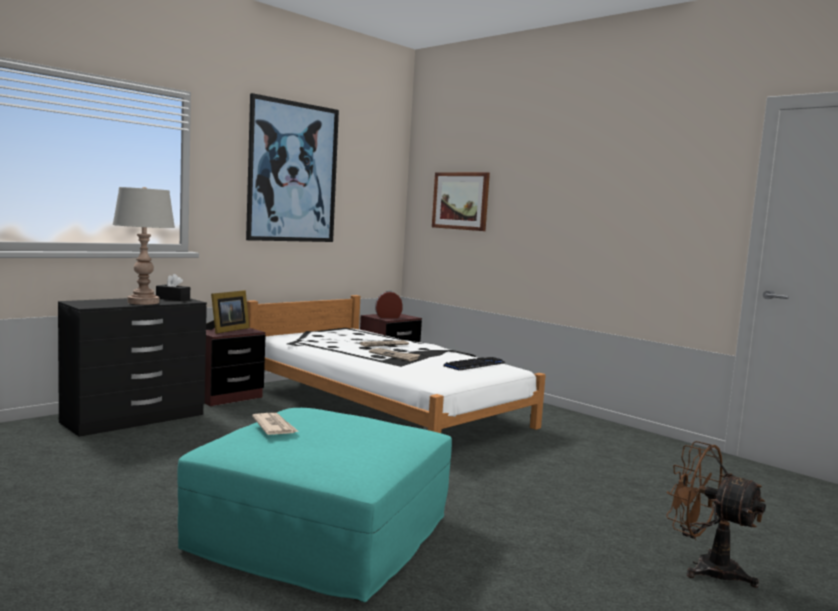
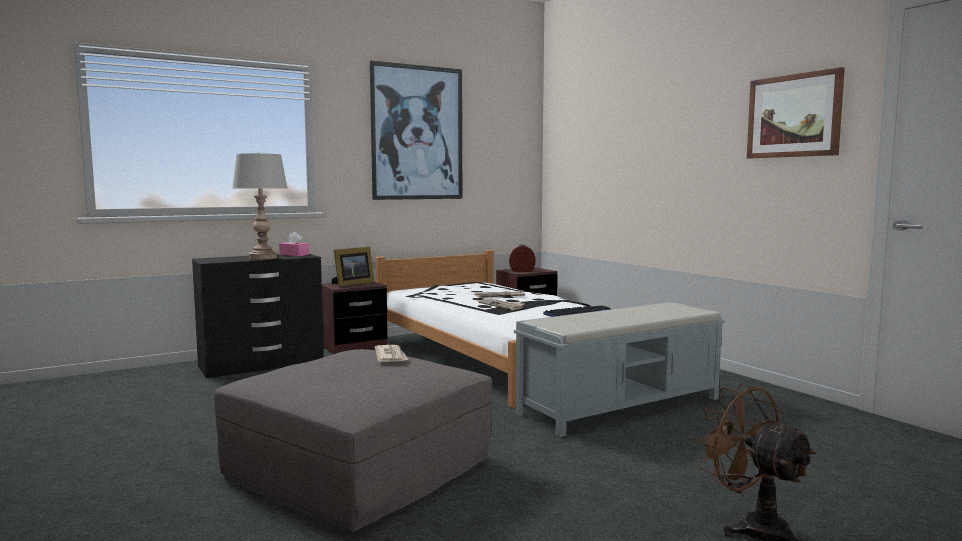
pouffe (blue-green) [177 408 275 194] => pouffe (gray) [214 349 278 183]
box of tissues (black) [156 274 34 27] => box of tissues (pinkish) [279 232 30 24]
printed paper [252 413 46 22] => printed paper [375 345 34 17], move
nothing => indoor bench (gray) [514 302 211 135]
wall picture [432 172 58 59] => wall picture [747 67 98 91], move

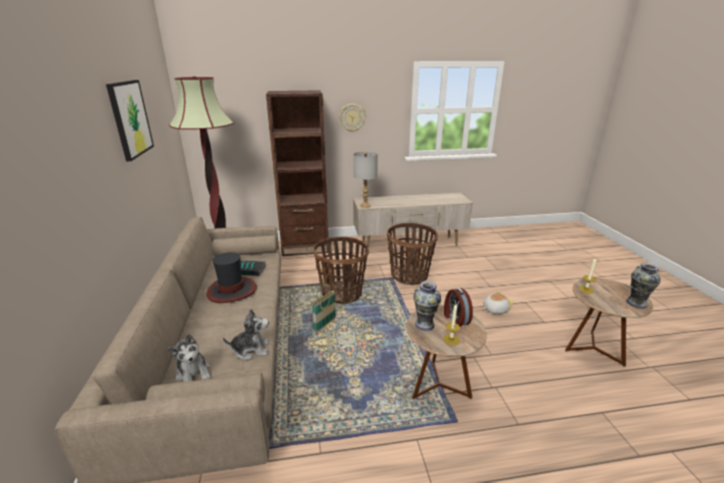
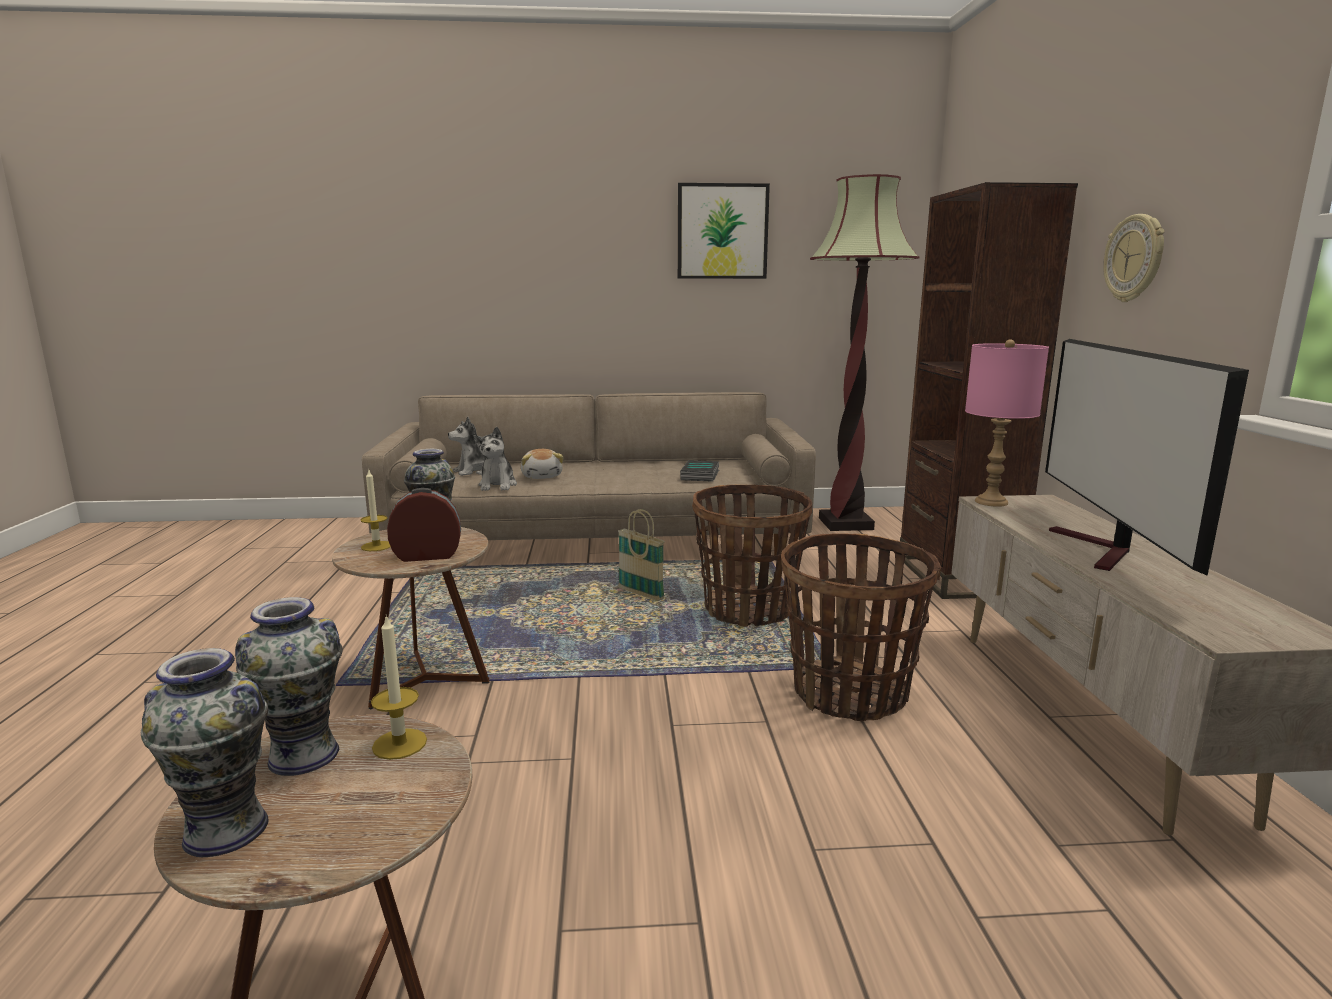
nothing => flower vase [235 597 108 179]
cuddly toy [483 290 31 24] => cuddly toy [521 449 43 30], move
tabletop lamp (gray) [354 151 24 57] => tabletop lamp (pinkish) [965 339 84 168]
nothing => television [1045 339 204 237]
wearable hat [206 252 51 51] => nothing

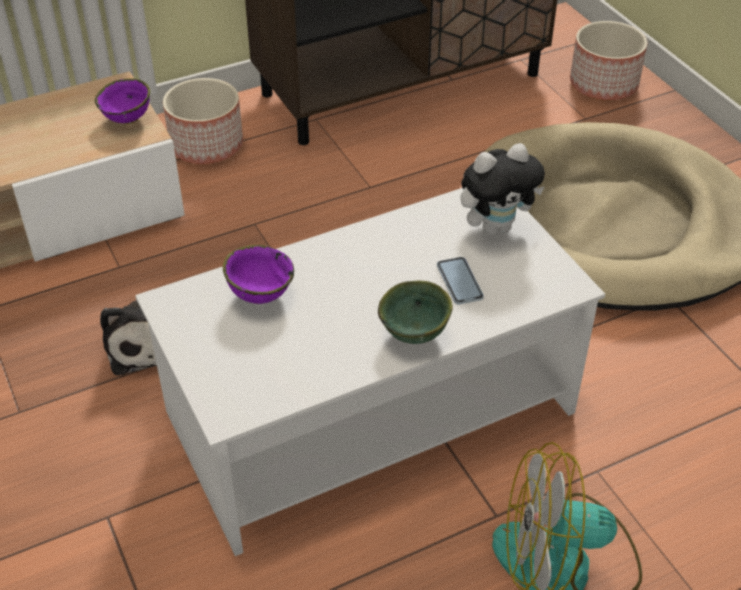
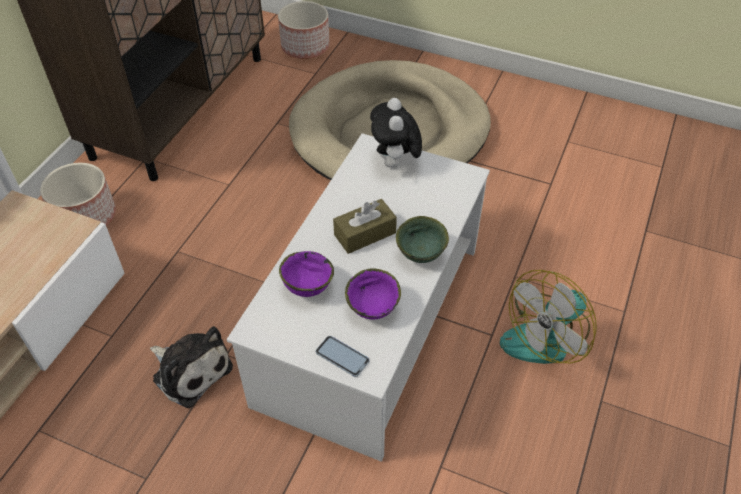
handset [437 257 47 48] => handset [316 336 53 41], move
nothing => box of tissues (brown-coloured) [333 199 64 55]
serving bowl (purplish) [95 79 55 45] => serving bowl (purplish) [345 268 56 51], move
cuddly toy [460 143 85 92] => cuddly toy [370 98 52 70], 150 degrees clockwise

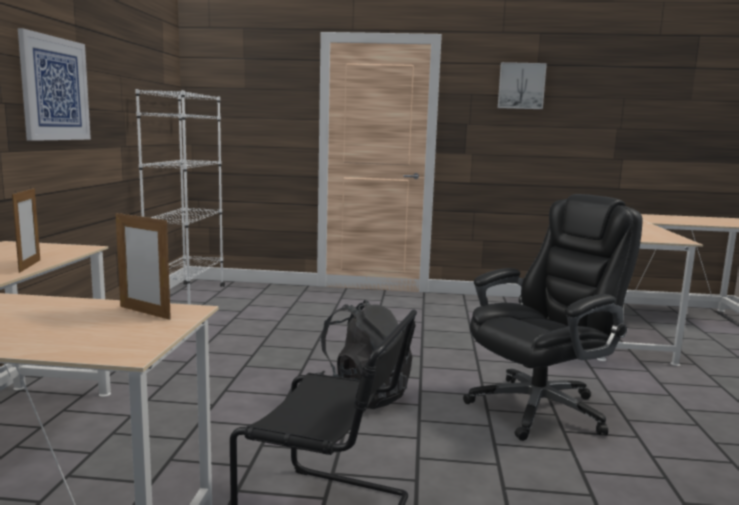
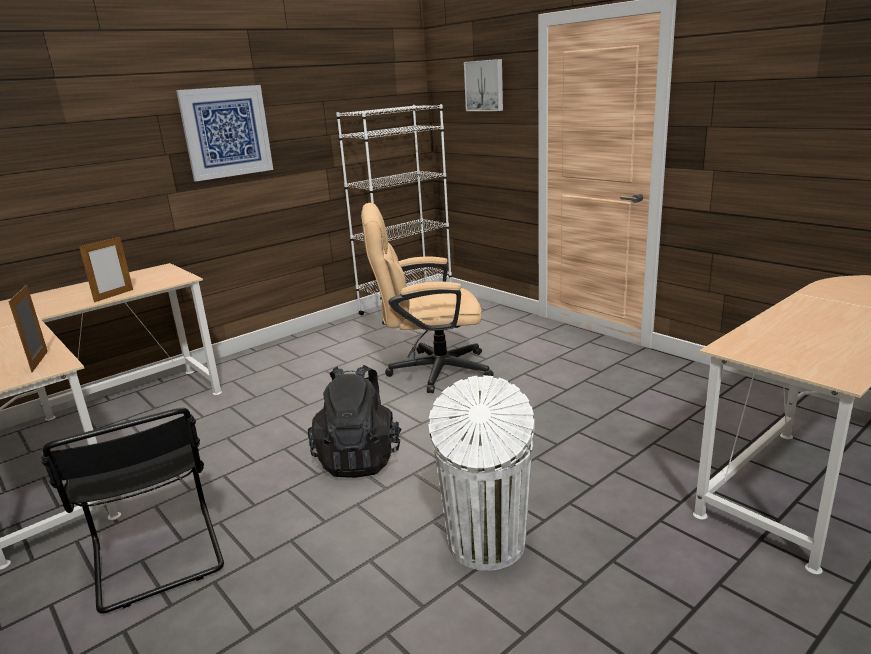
nothing => office chair (sand-coloured) [361 203 133 190]
office chair (black) [463 194 180 247] => waste bin (whitish) [428 375 107 196]
wall picture [498 62 49 47] => wall picture [464 59 39 52], move

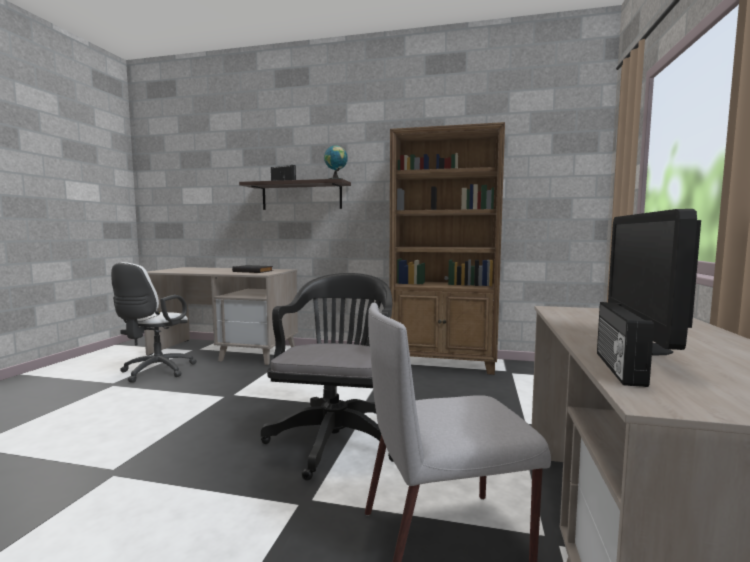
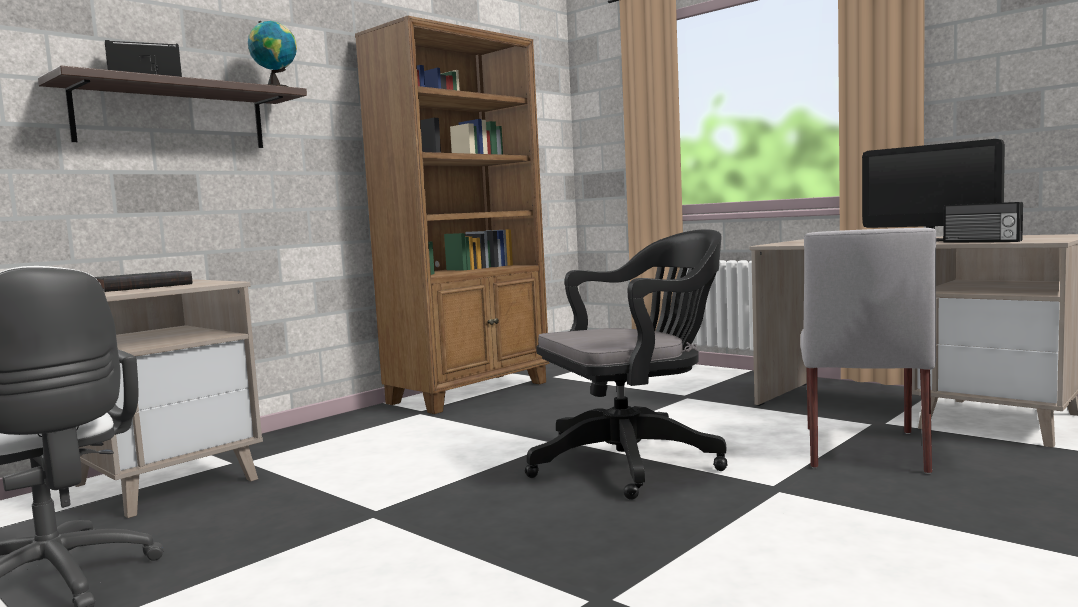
office chair (black) [261 273 133 208] => office chair (black) [525 230 203 270], 120 degrees clockwise

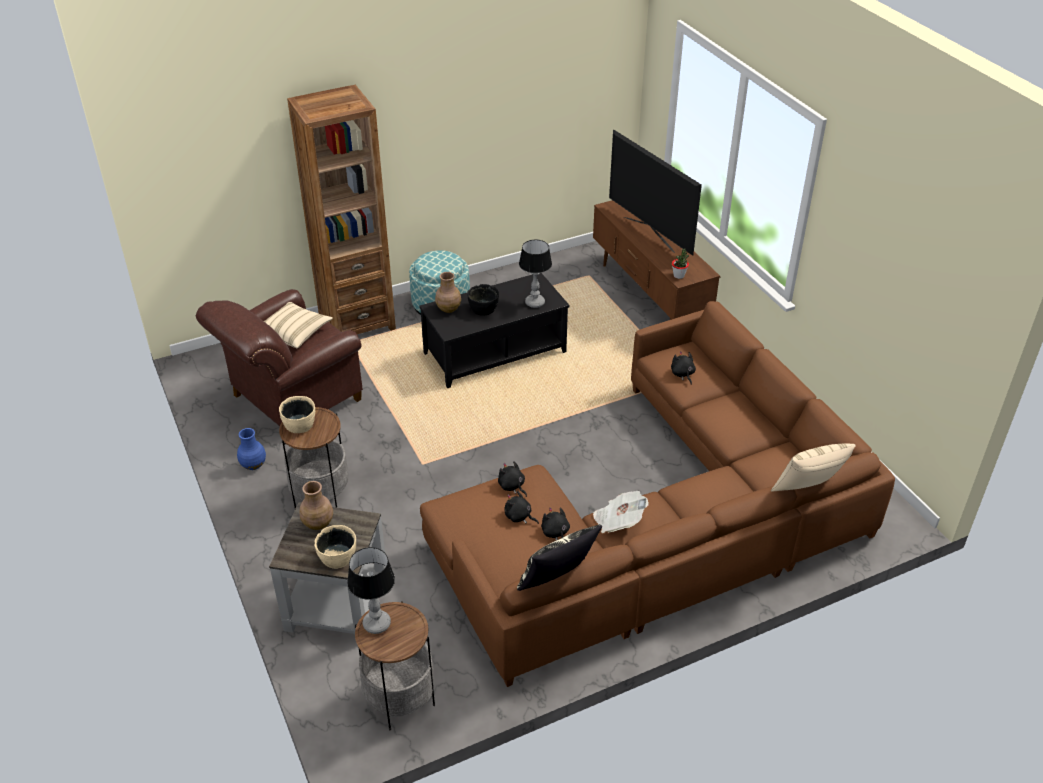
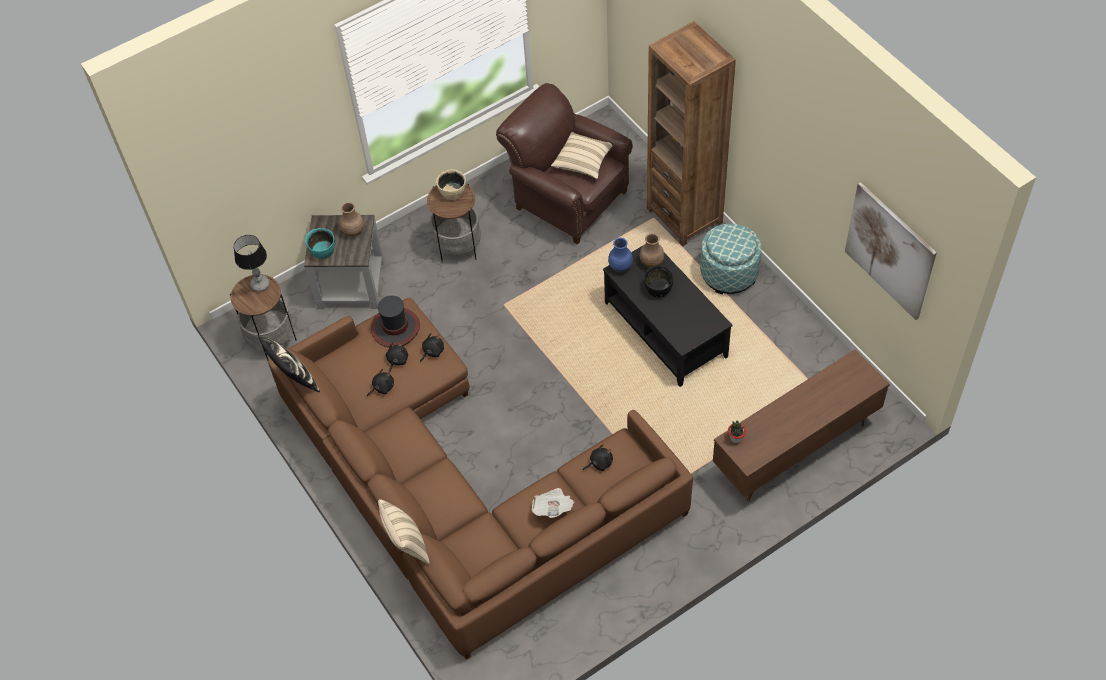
serving bowl (sand-coloured) [314 525 42 44] => serving bowl (blue-green) [305 228 30 31]
nothing => wearable hat [371 296 49 51]
printed paper [593 491 56 42] => printed paper [531 488 43 30], move
flower vase (blue-coloured) [237 428 29 42] => flower vase (blue-coloured) [608 238 25 34], move
nothing => wall picture [845 182 92 138]
tabletop lamp [519 239 33 69] => nothing
television [609 129 93 127] => nothing

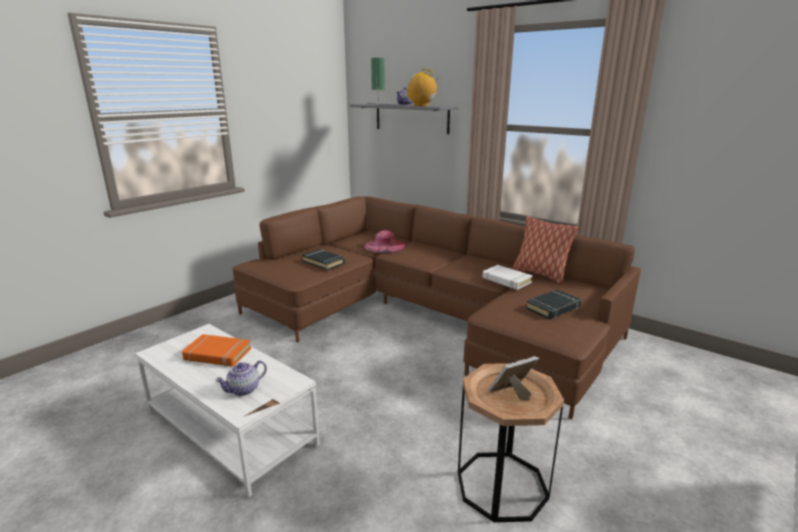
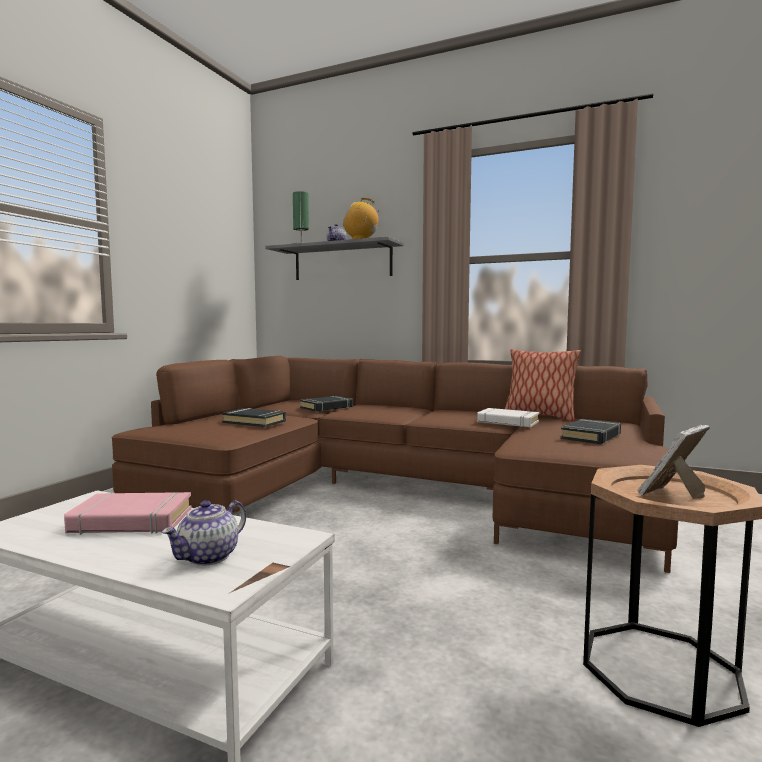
bound book (orange) [182 334 69 33] => bound book (pinkish) [64 492 128 43]
wearable hat (pinkish) [364 230 43 23] => bound book (black) [300 396 53 15]

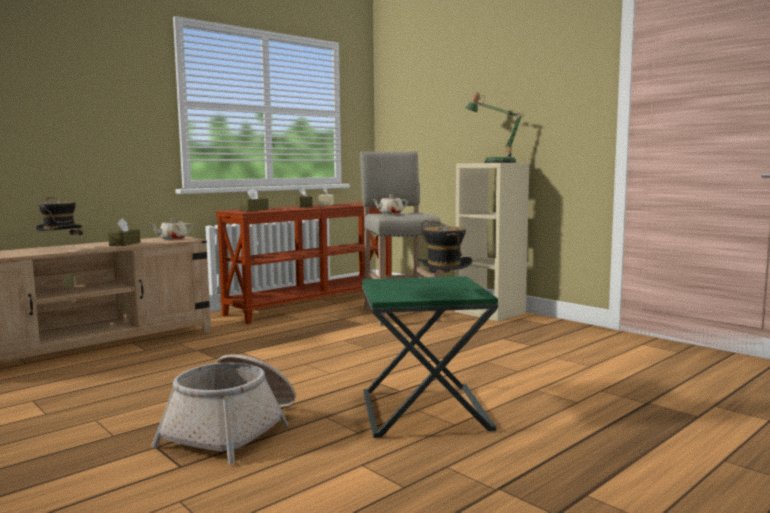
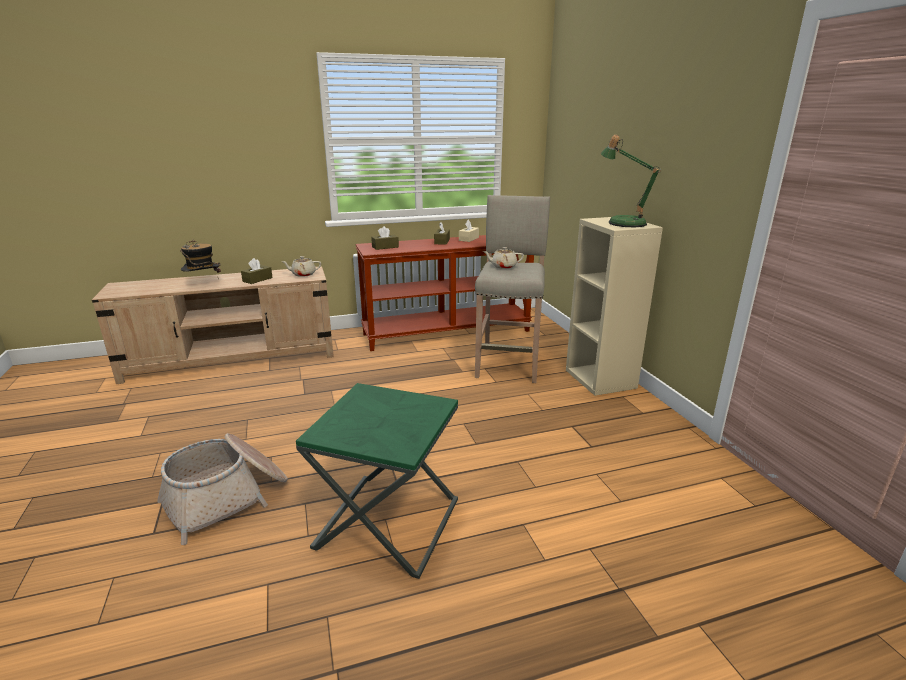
wearable hat [417 220 56 69] => nothing

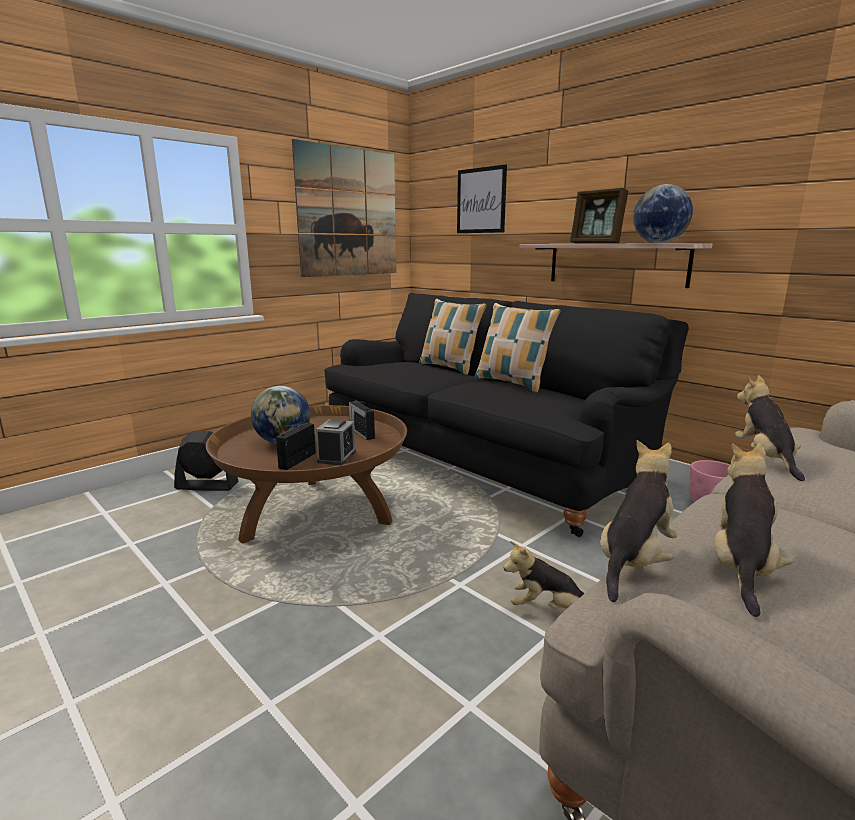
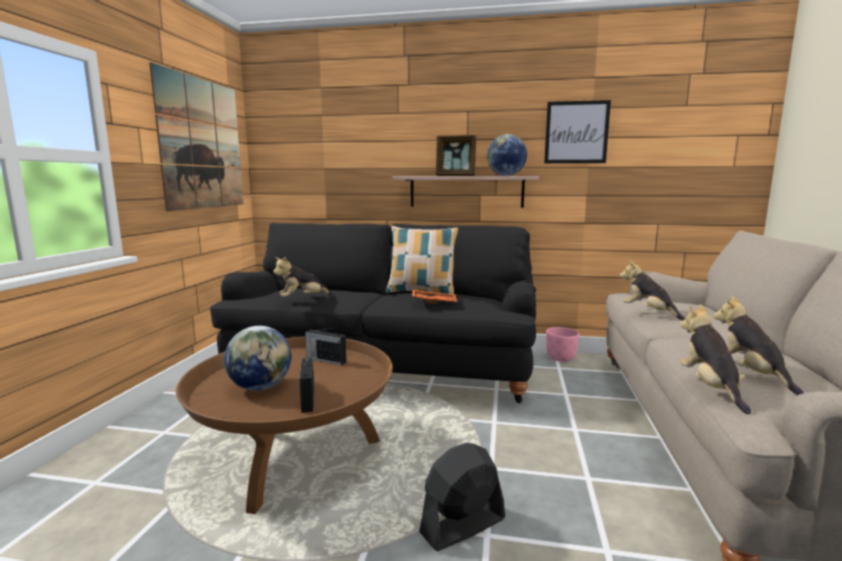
cuddly toy [504 541 81 68] => cuddly toy [273 256 60 41], move
nothing => serving tray (orange) [412 290 45 14]
electric fan (black) [174 431 64 60] => electric fan (black) [419 443 86 108], move
wall picture [457 164 50 69] => wall picture [544 100 67 63], move
bedside clock [316 420 40 45] => nothing
throw pillow [419 299 68 76] => nothing

